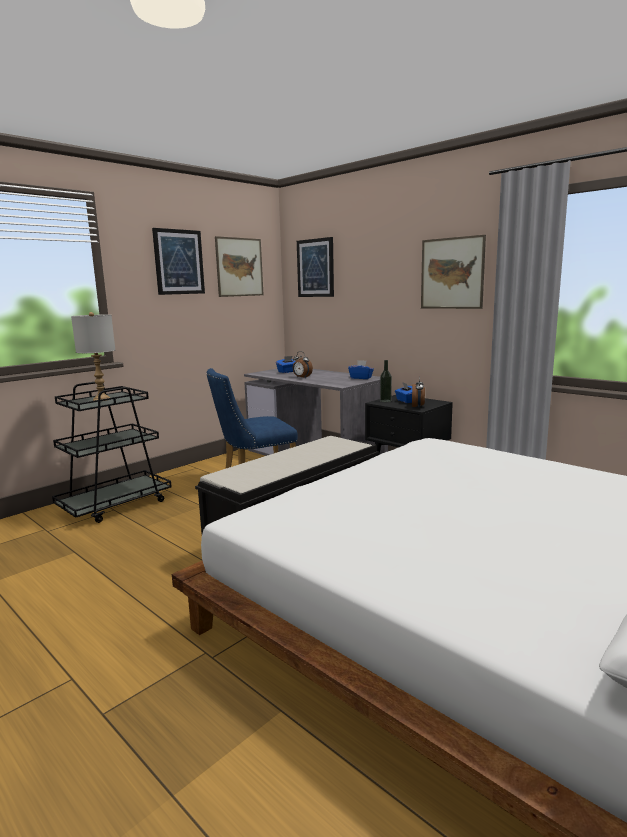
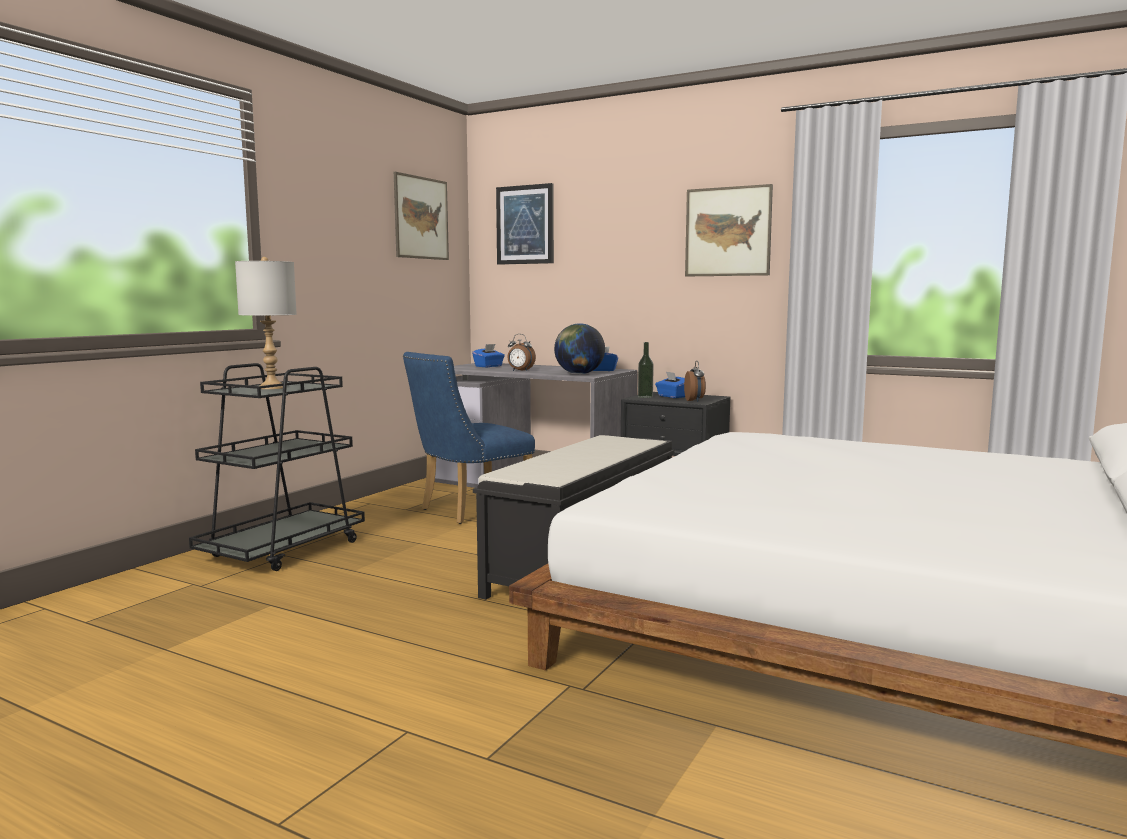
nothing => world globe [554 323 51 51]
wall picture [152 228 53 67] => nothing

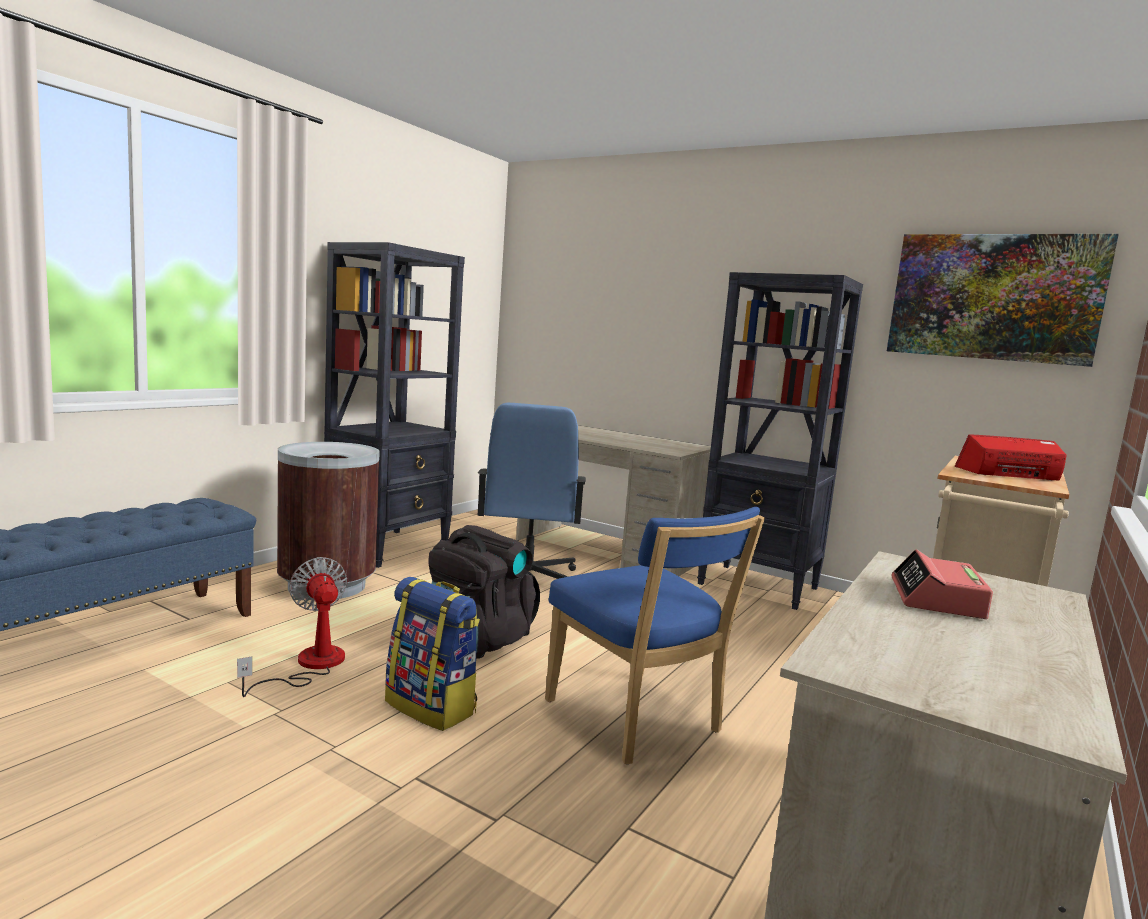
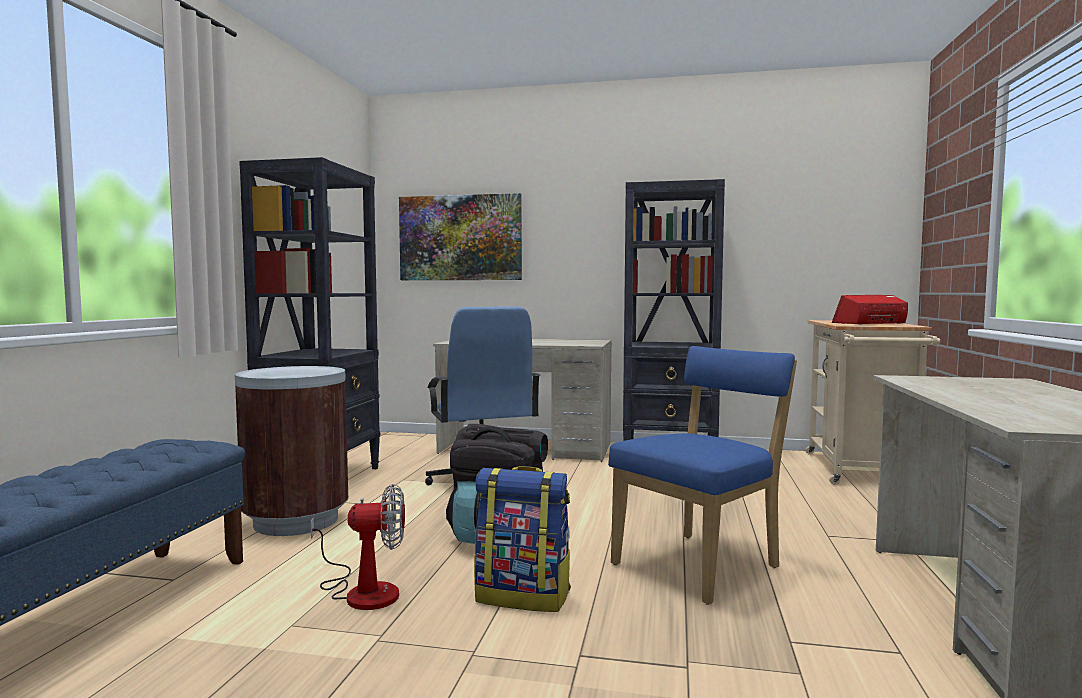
electric fan [237 557 110 140] => electric fan [311 484 94 126], 135 degrees clockwise
wall picture [887 234 232 133] => wall picture [399 193 123 87], move
upright chair (blue-coloured) [545 507 220 257] => upright chair (blue-coloured) [608 346 189 259], 75 degrees counterclockwise
bedside clock [891 549 102 70] => nothing

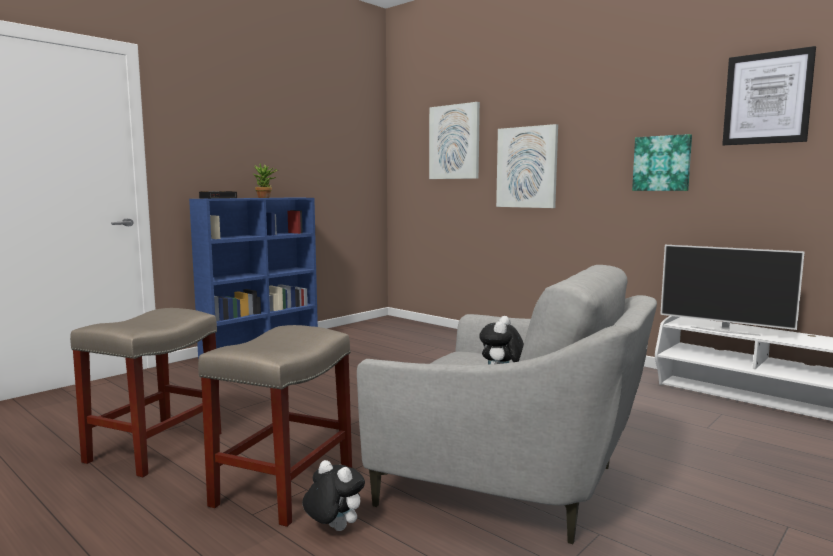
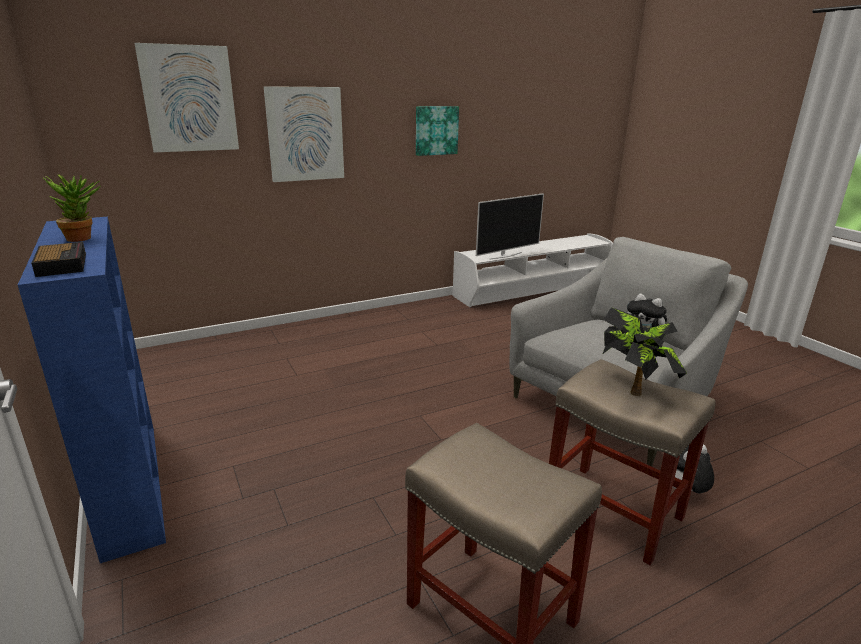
nothing => houseplant [603 307 84 89]
wall picture [722 46 94 99] => nothing

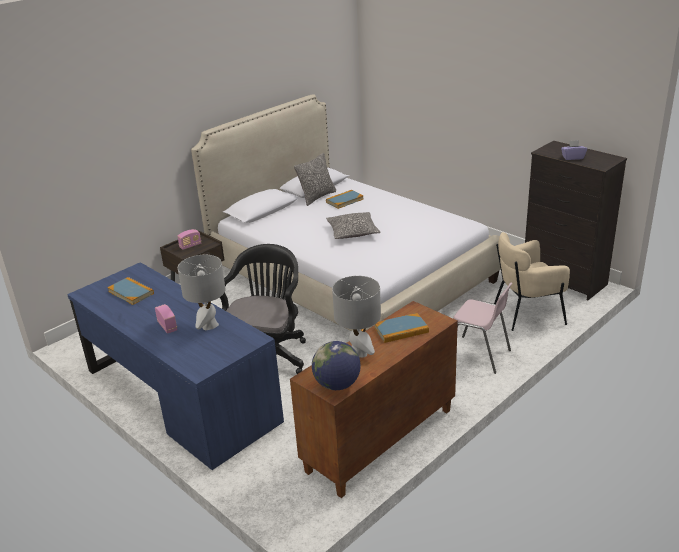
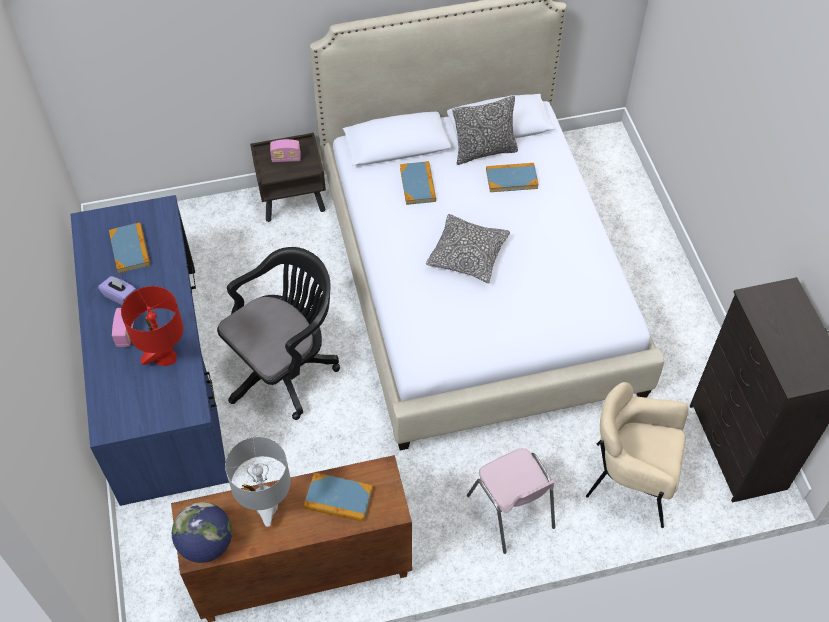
box of tissues (purplish) [561 140 26 20] => box of tissues (purplish) [98 276 38 29], move
tabletop lamp (gray) [178 255 47 75] => tabletop lamp (red-coloured) [121 286 62 80]
nothing => bound book [400 161 36 44]

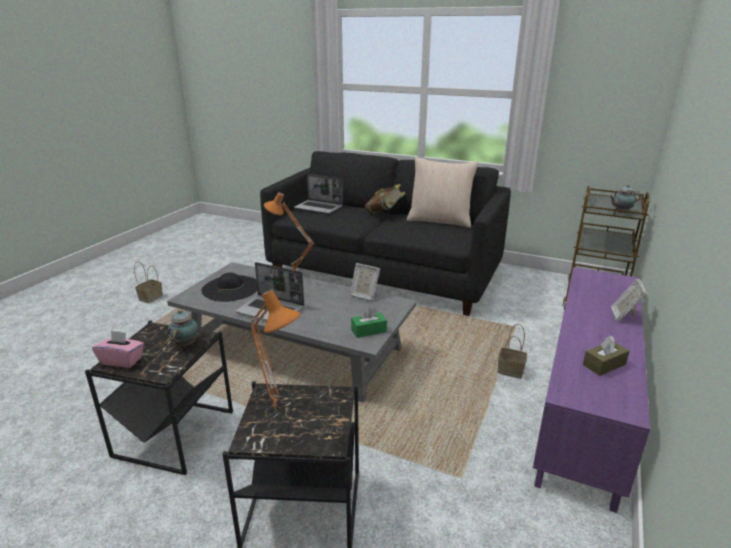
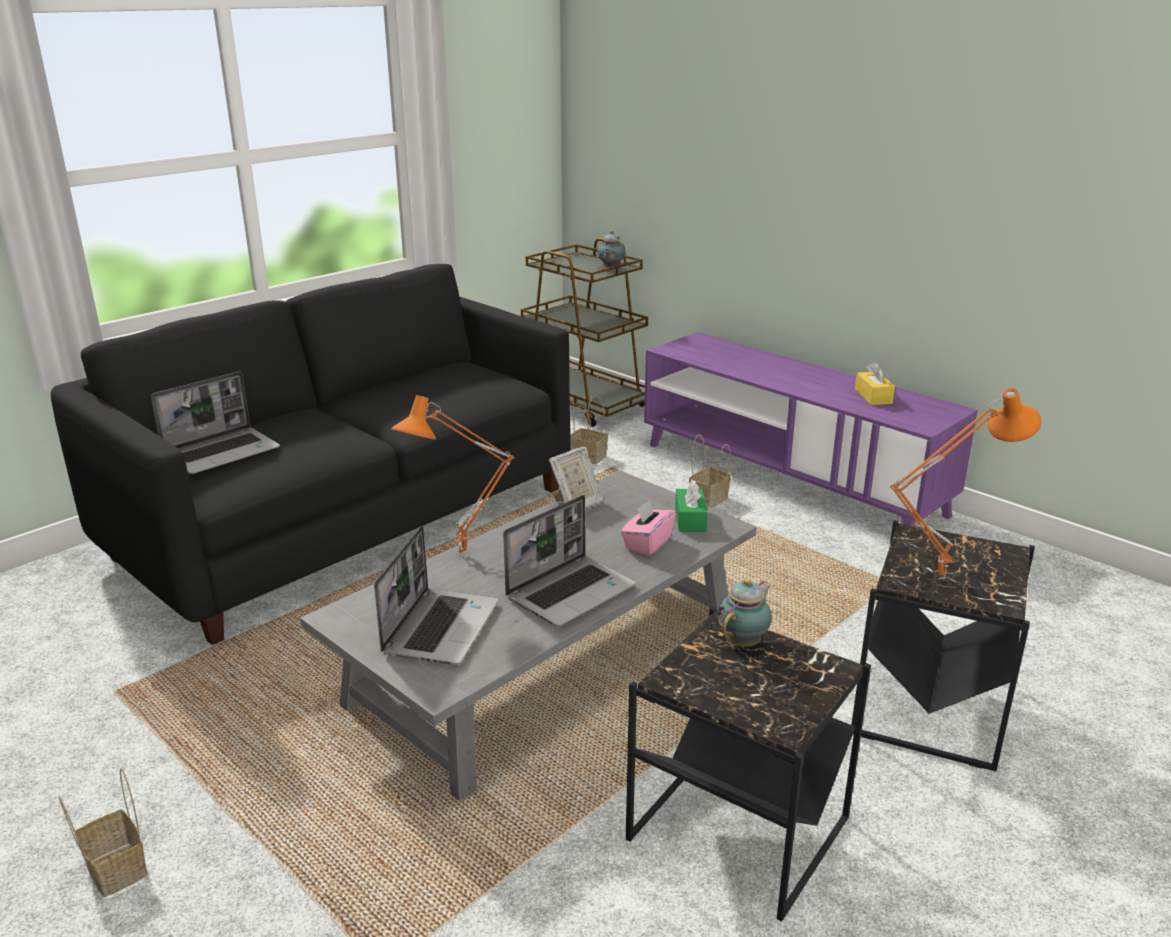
wearable hat (black) [201 273 56 29] => portable computer [374 526 124 139]
nothing => basket [570 396 38 68]
box of tissues (pinkish) [92 330 52 38] => box of tissues (pinkish) [621 500 55 56], move
tea pot [168 309 30 38] => tea pot [718 578 54 69], 105 degrees clockwise
box of tissues (brown-coloured) [583 336 46 40] => box of tissues (yellow-coloured) [855 362 40 43]
bound book [365 184 40 29] => nothing
throw pillow (sand-coloured) [407 157 72 71] => nothing
picture frame [611 279 36 43] => nothing

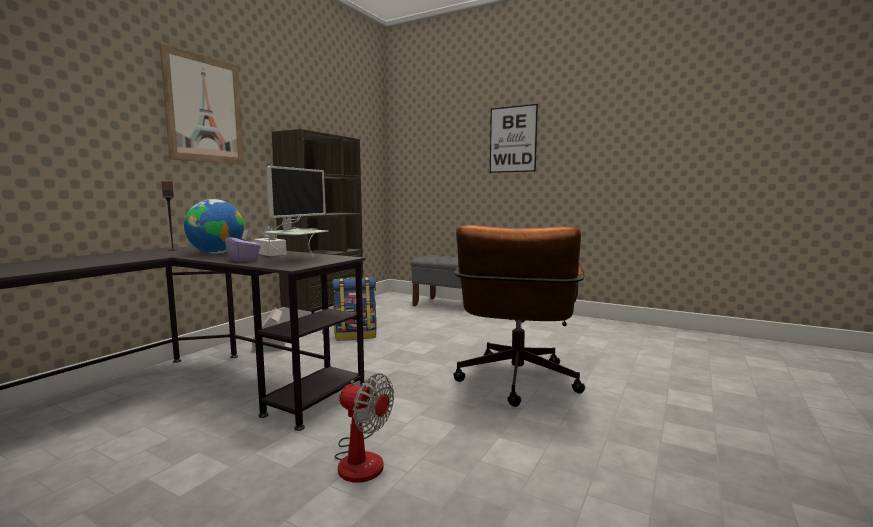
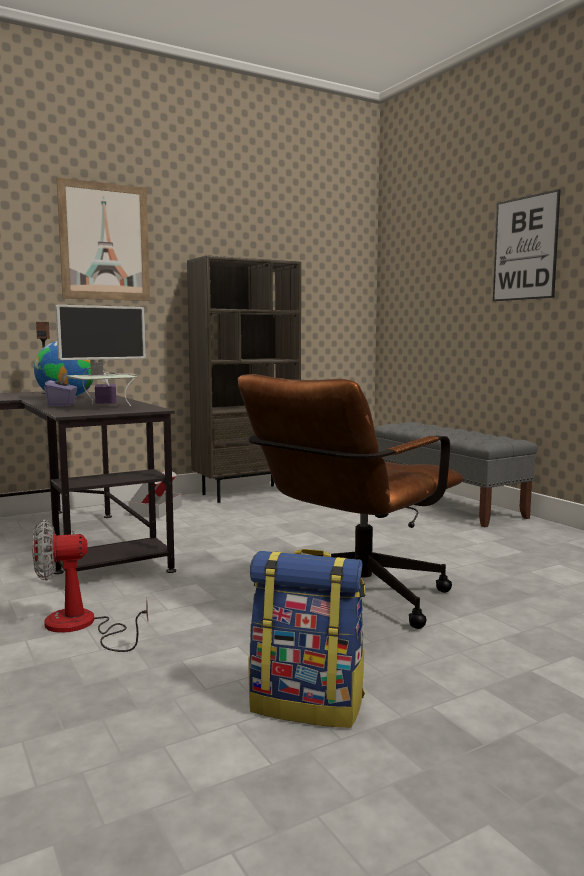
electric fan [334 373 60 109] => electric fan [32 519 116 133], 105 degrees clockwise
box of tissues (whitish) [254 225 33 31] => box of tissues (purplish) [95 370 21 34]
knapsack [332 277 45 64] => knapsack [248 549 118 179], move

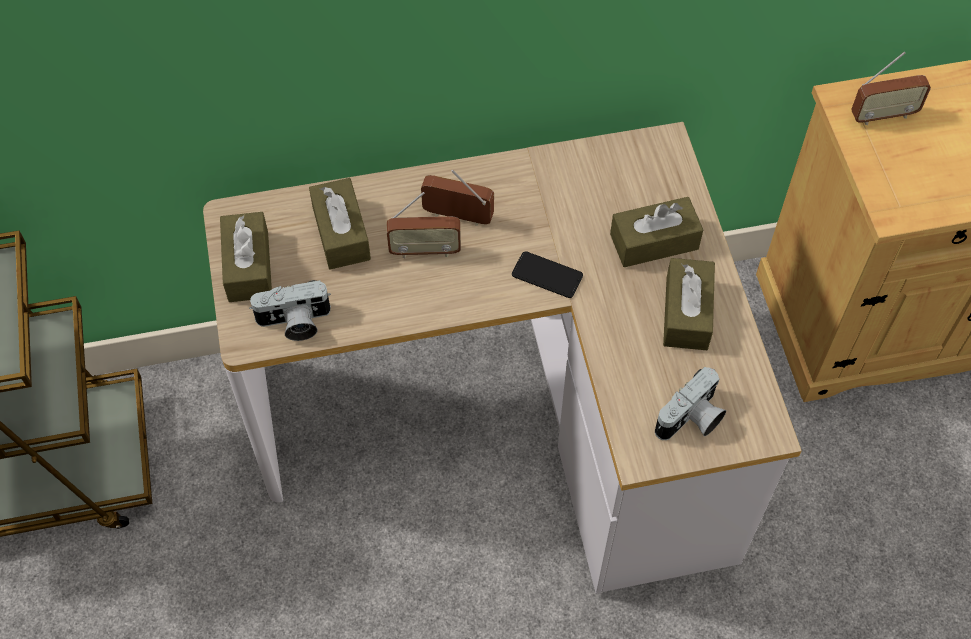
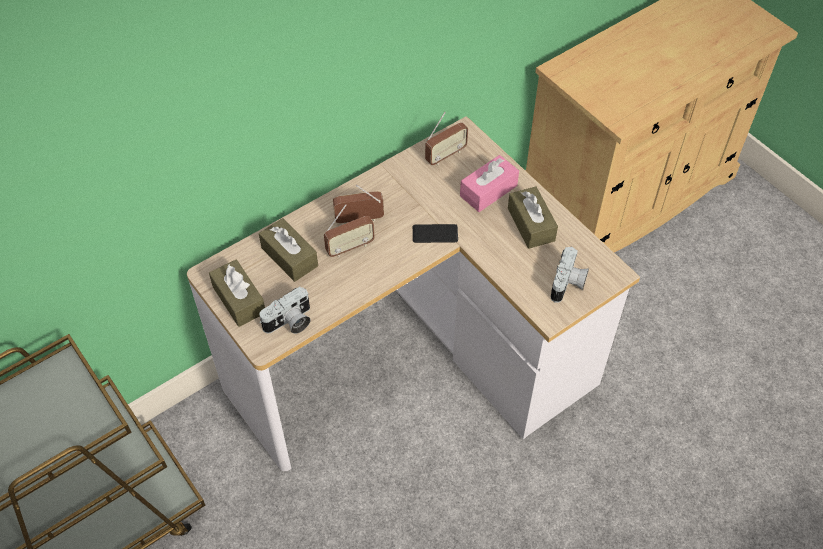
radio receiver [851 52 80 73] => radio receiver [425 112 43 53], move
box of tissues (brown-coloured) [610 197 93 70] => box of tissues (pinkish) [460 155 59 57]

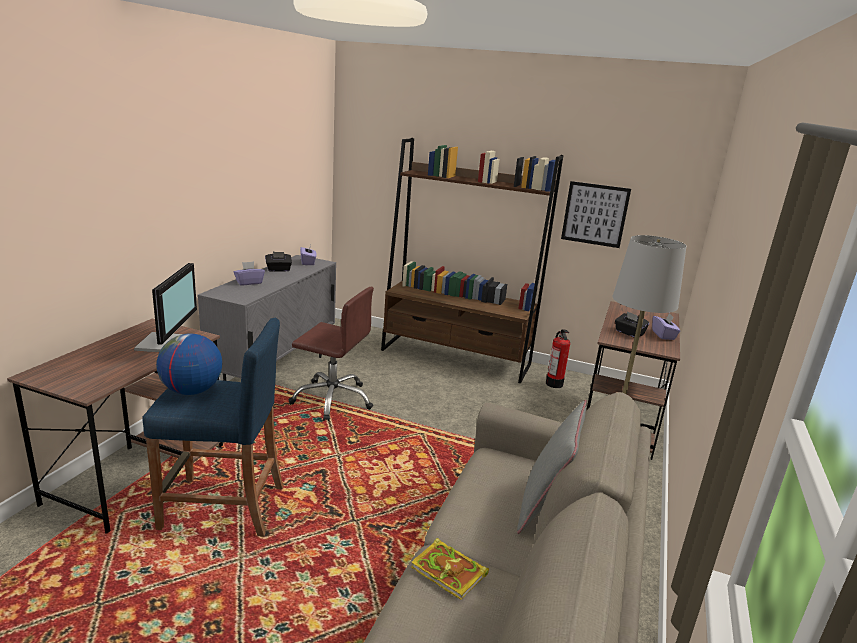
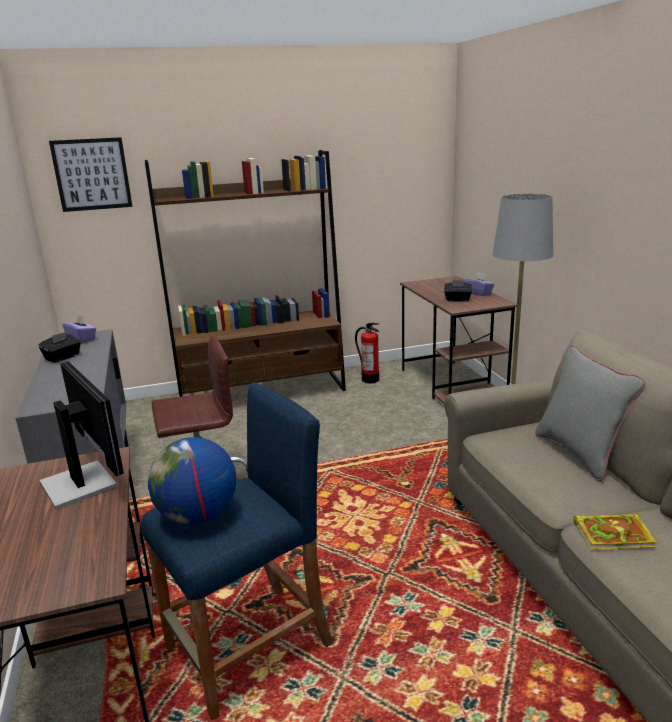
wall picture [561 181 70 67] => wall picture [49 137 83 75], move
box of tissues (purplish) [234 261 31 24] => nothing

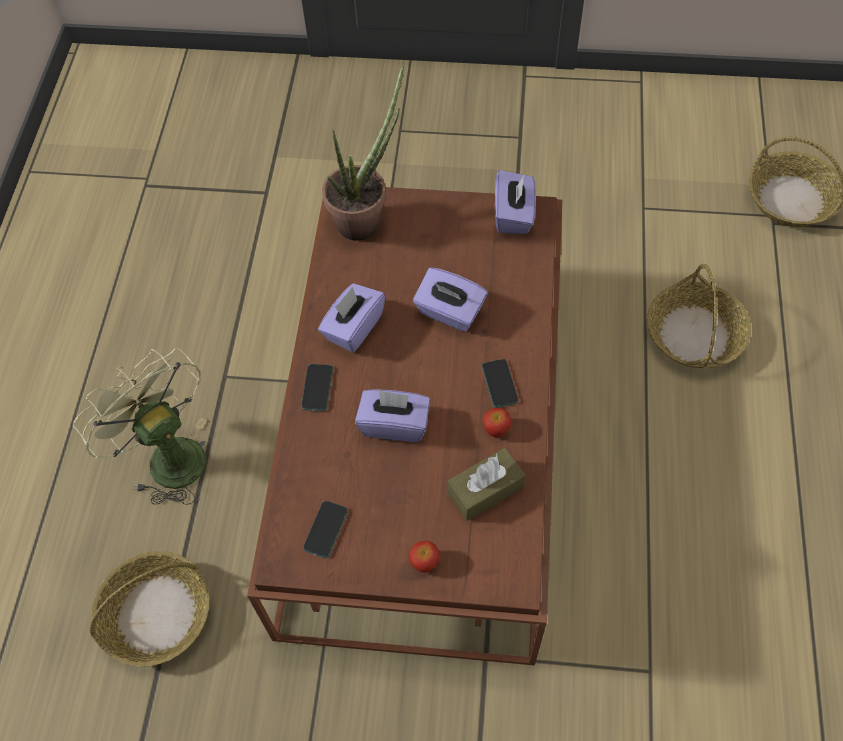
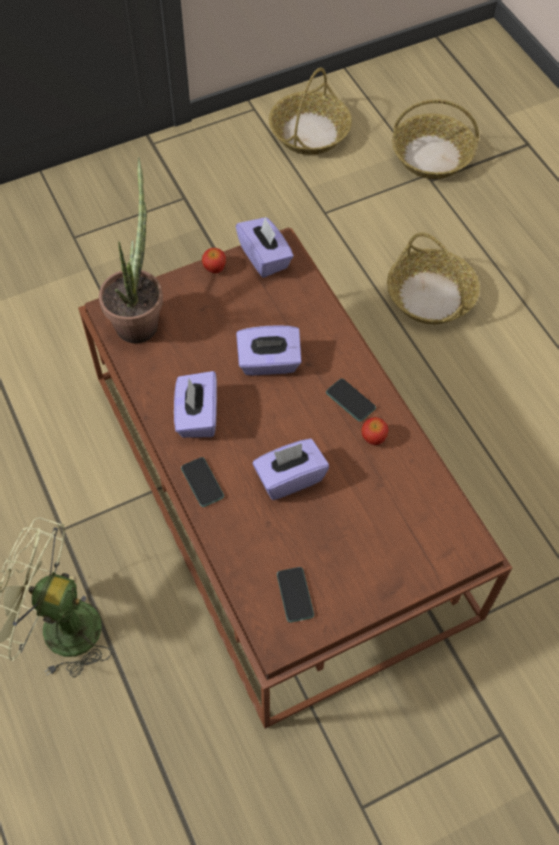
whole apple [409 541 31 32] => whole apple [202 248 24 25], move
basket [89 551 121 116] => basket [269 67 83 88], move
box of tissues (brown-coloured) [448 448 78 73] => nothing

